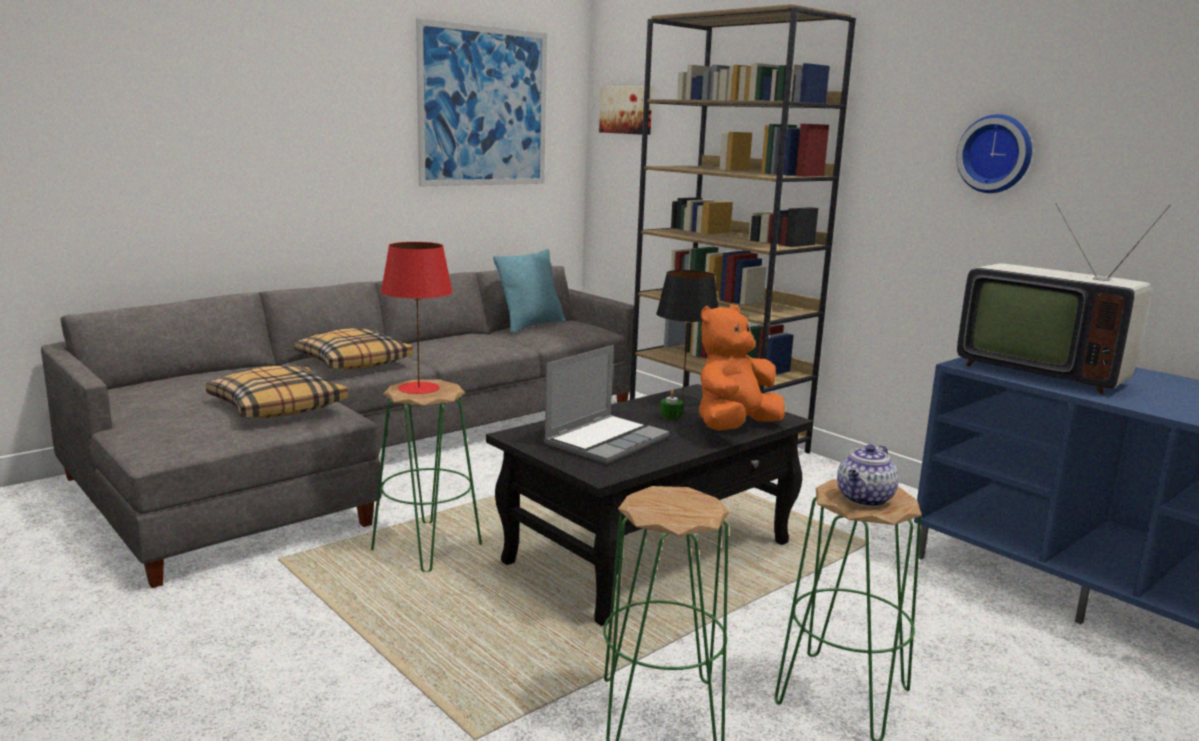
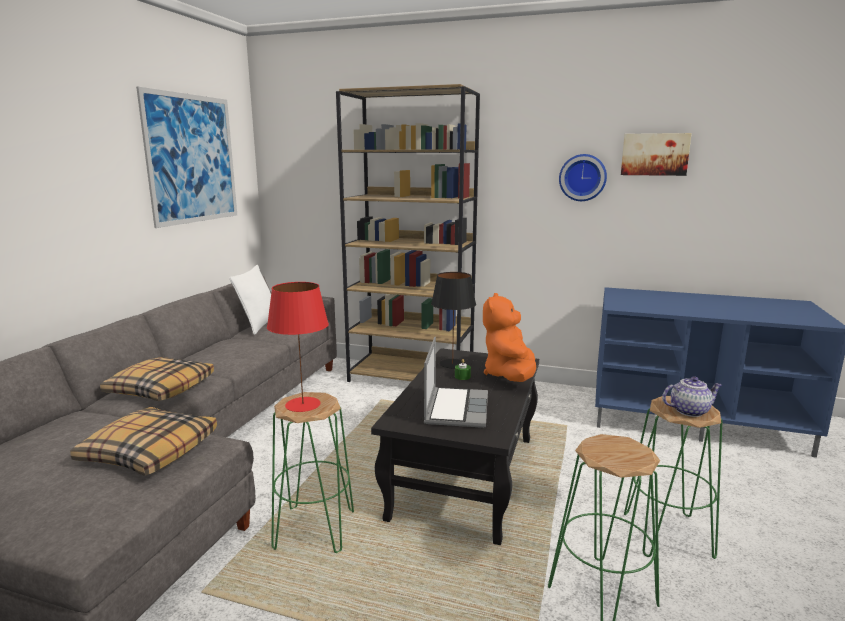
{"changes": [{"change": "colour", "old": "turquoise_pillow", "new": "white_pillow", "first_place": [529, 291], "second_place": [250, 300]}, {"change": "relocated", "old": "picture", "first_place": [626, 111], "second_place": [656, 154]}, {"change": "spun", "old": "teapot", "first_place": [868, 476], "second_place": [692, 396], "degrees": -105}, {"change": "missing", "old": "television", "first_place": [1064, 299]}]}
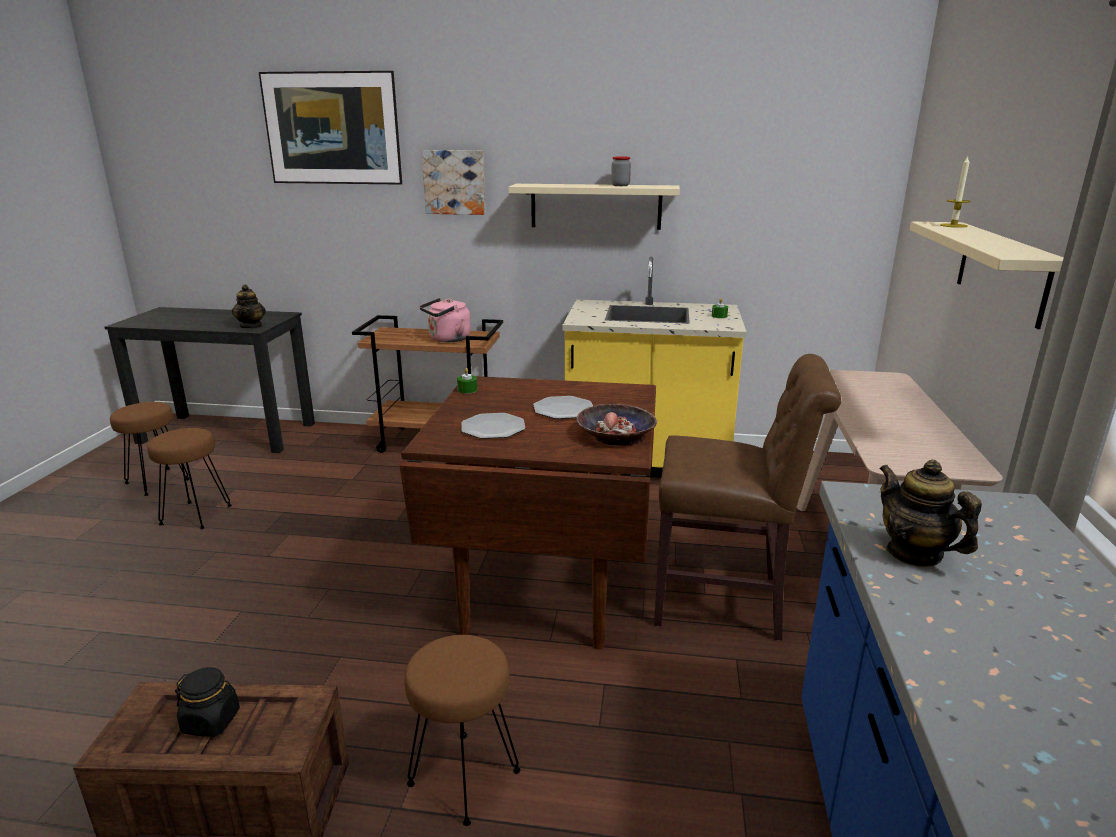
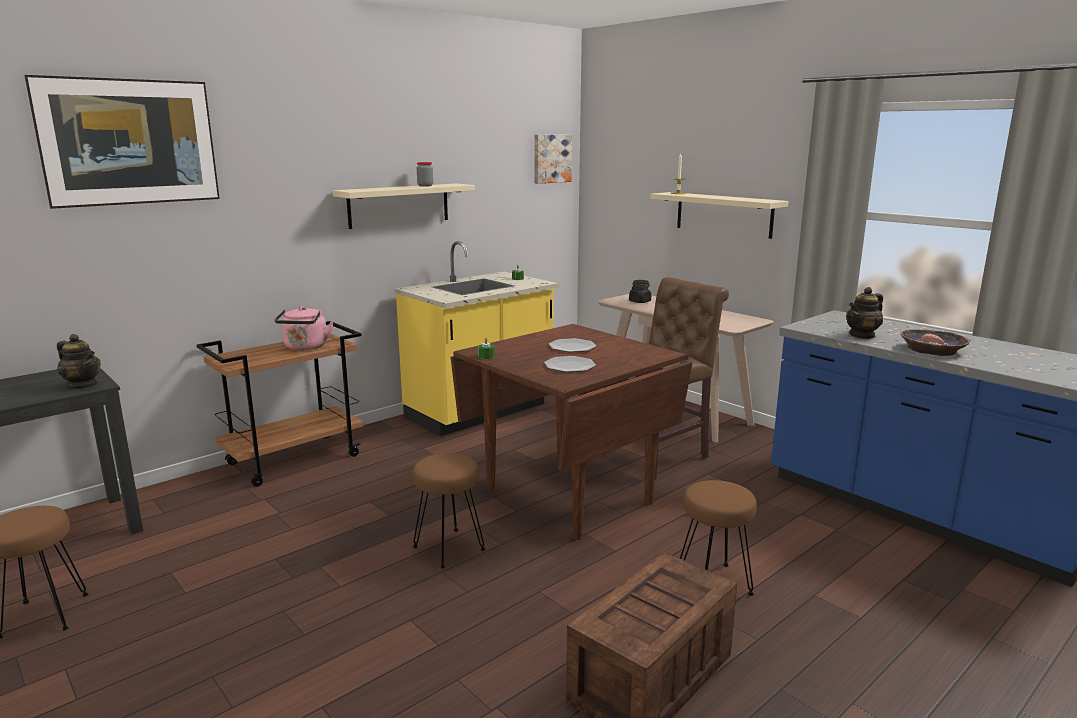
{"changes": [{"change": "relocated", "old": "brown_stool", "first_place": [189, 478], "second_place": [449, 510]}, {"change": "relocated", "old": "black_jar", "first_place": [207, 702], "second_place": [640, 291]}, {"change": "relocated", "old": "picture", "first_place": [453, 182], "second_place": [553, 159]}, {"change": "relocated", "old": "bowl", "first_place": [617, 425], "second_place": [935, 342]}, {"change": "spun", "old": "teapot", "first_place": [930, 513], "second_place": [864, 313], "degrees": -45}]}
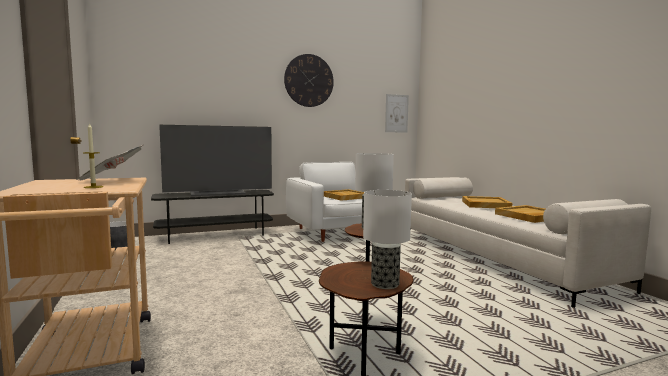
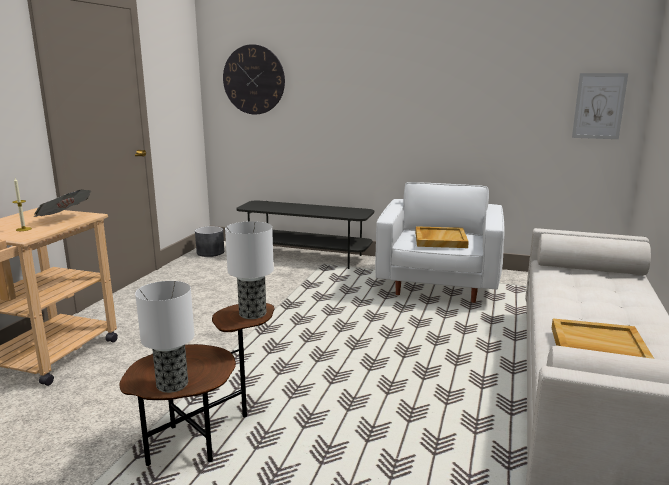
{"changes": [{"change": "missing", "old": "television", "first_place": [215, 160]}, {"change": "relocated", "old": "wall_clock", "first_place": [309, 80], "second_place": [254, 79]}, {"change": "missing", "old": "beige_tray", "first_place": [487, 202]}]}
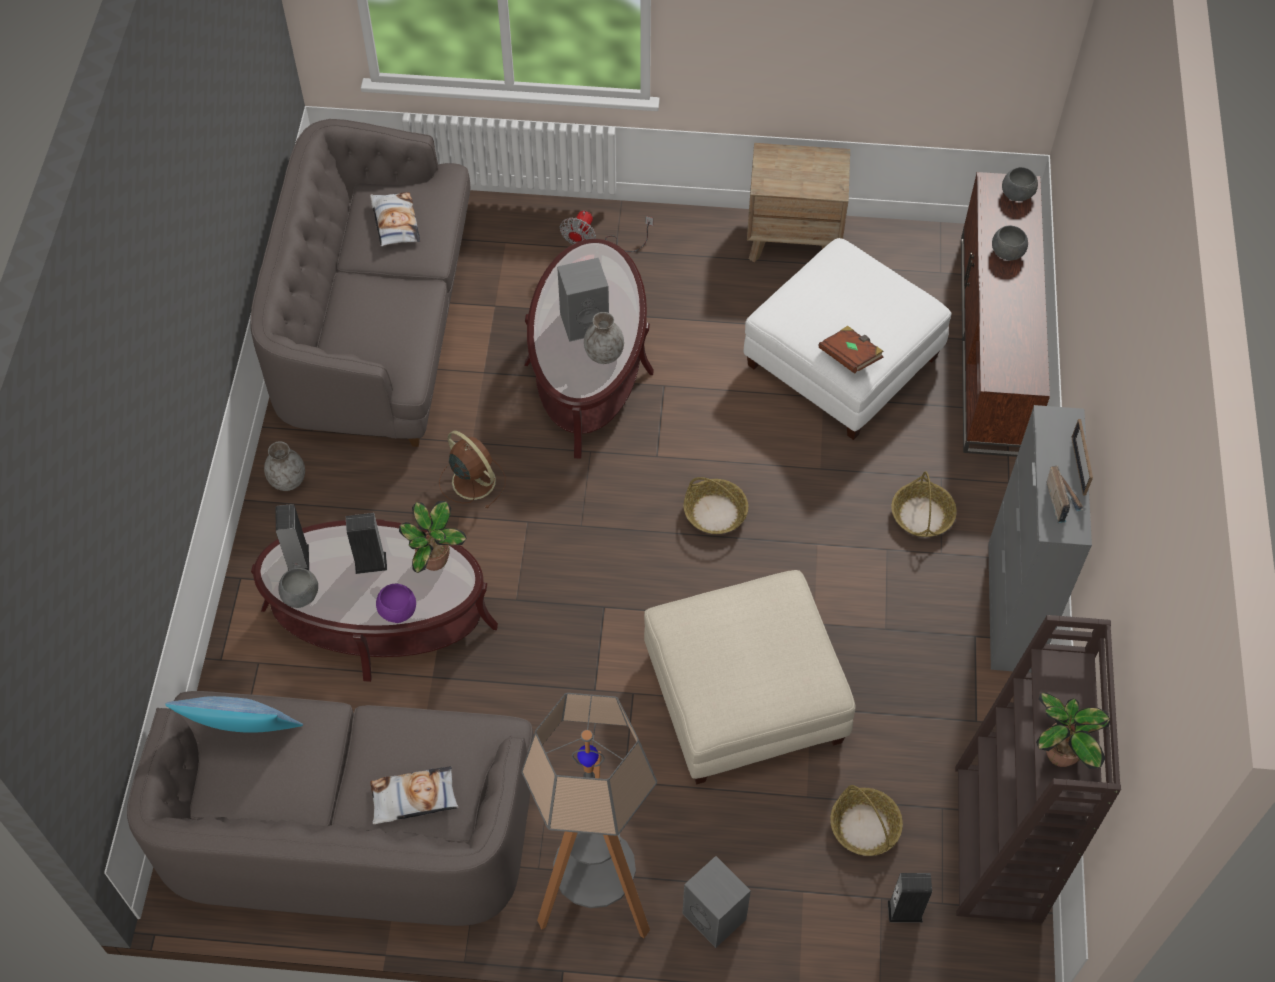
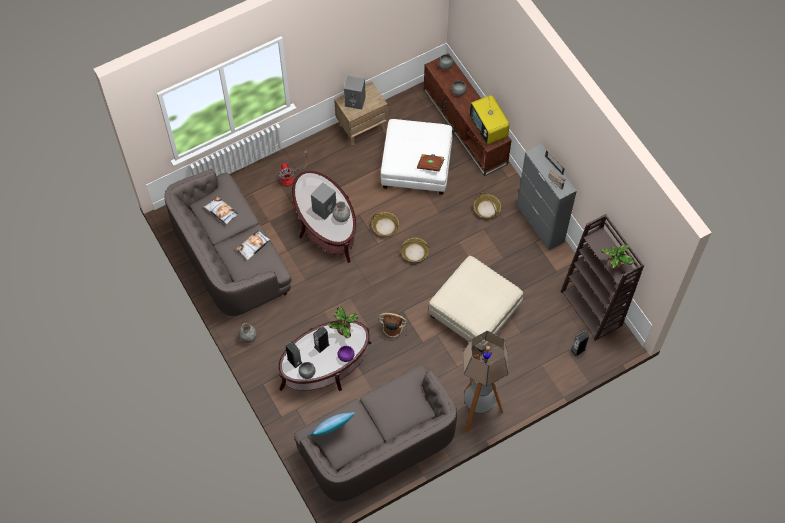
{"changes": [{"change": "relocated", "old": "pillow", "first_place": [414, 795], "second_place": [253, 245]}, {"change": "relocated", "old": "brown_fan", "first_place": [472, 470], "second_place": [392, 326]}, {"change": "relocated", "old": "grey_speaker", "first_place": [716, 902], "second_place": [355, 93]}, {"change": "relocated", "old": "basket", "first_place": [866, 820], "second_place": [385, 224]}, {"change": "appeared", "new": "television", "second_place": [490, 120]}]}
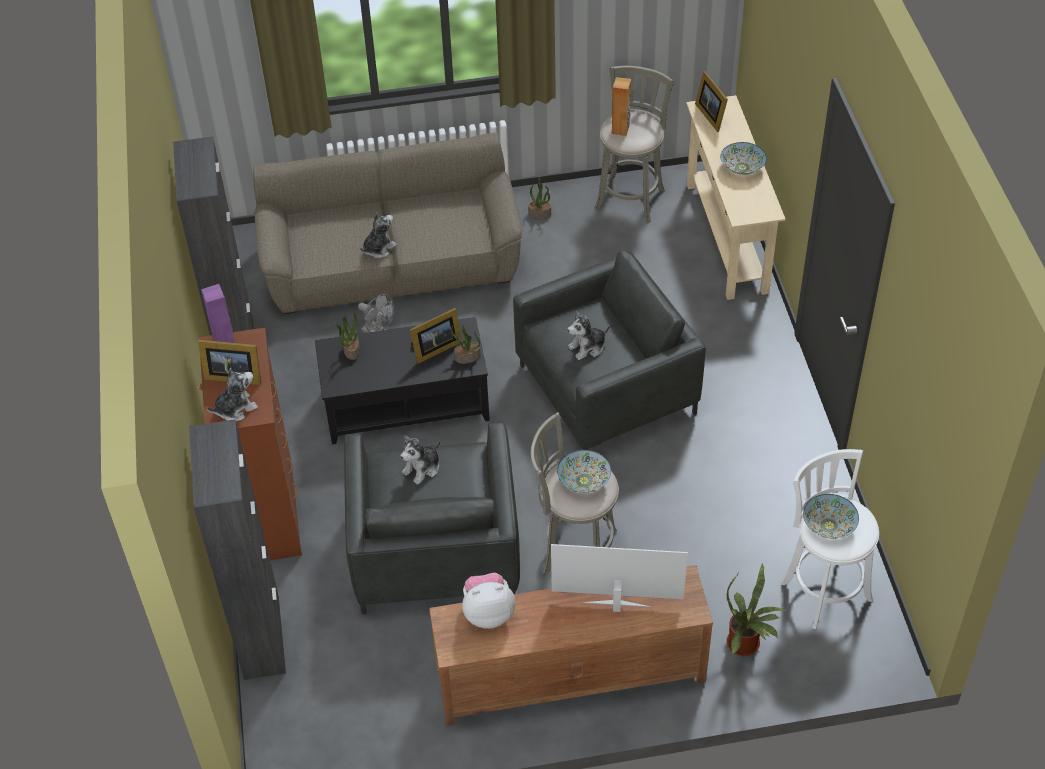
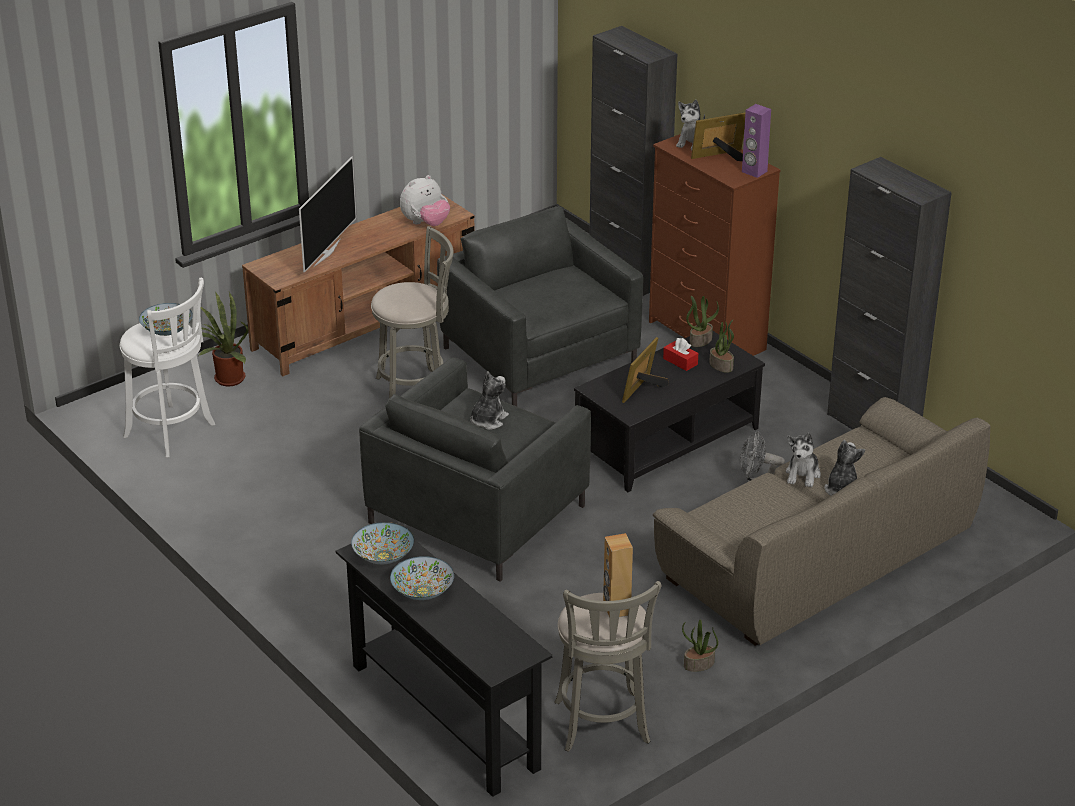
{"changes": [{"change": "relocated", "old": "plush_toy", "first_place": [420, 459], "second_place": [844, 468]}, {"change": "relocated", "old": "potted_plant", "first_place": [465, 344], "second_place": [702, 321]}, {"change": "spun", "old": "television", "first_place": [619, 578], "second_place": [327, 215], "degrees": -45}, {"change": "relocated", "old": "bowl", "first_place": [584, 471], "second_place": [382, 543]}, {"change": "colour", "old": "beige_console_table", "new": "black_console_table", "first_place": [736, 197], "second_place": [444, 668]}, {"change": "missing", "old": "picture_frame", "first_place": [711, 101]}, {"change": "appeared", "new": "red_tissue_box", "second_place": [680, 354]}]}
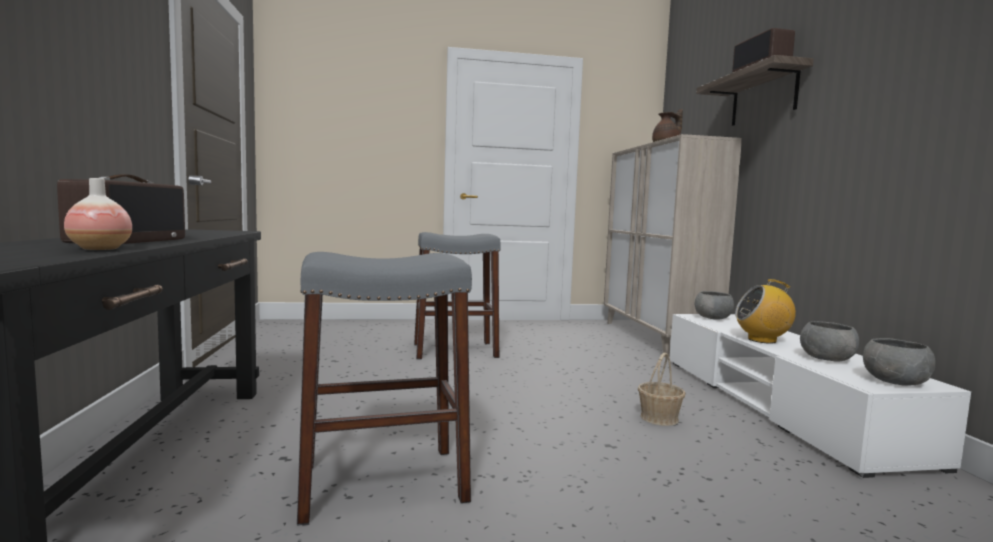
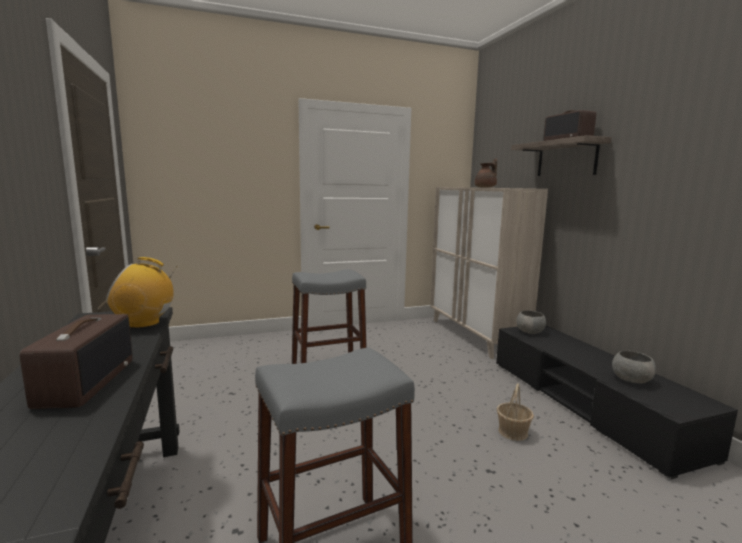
{"changes": [{"change": "missing", "old": "vase", "first_place": [98, 214]}, {"change": "colour", "old": "white_tv_stand", "new": "black_tv_stand", "first_place": [820, 396], "second_place": [617, 402]}, {"change": "relocated", "old": "radio", "first_place": [765, 311], "second_place": [141, 292]}, {"change": "missing", "old": "grey_bowl", "first_place": [899, 362]}]}
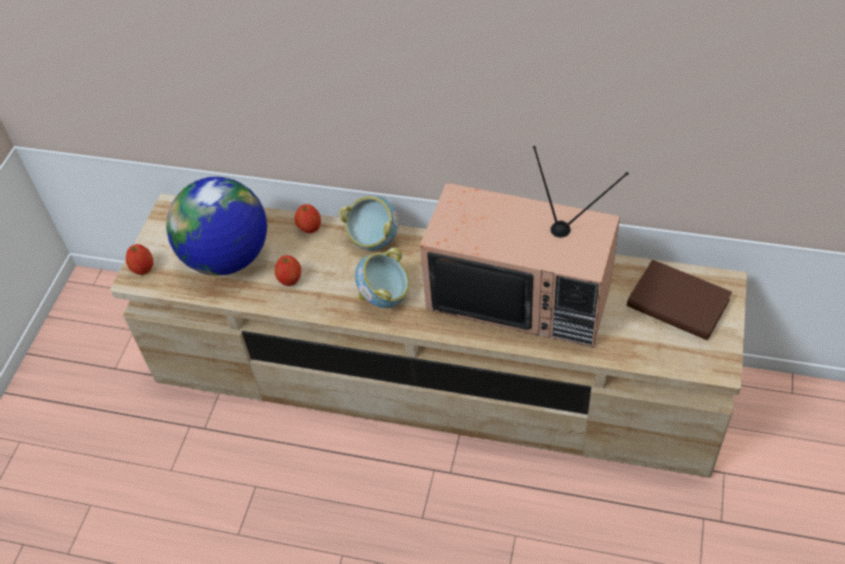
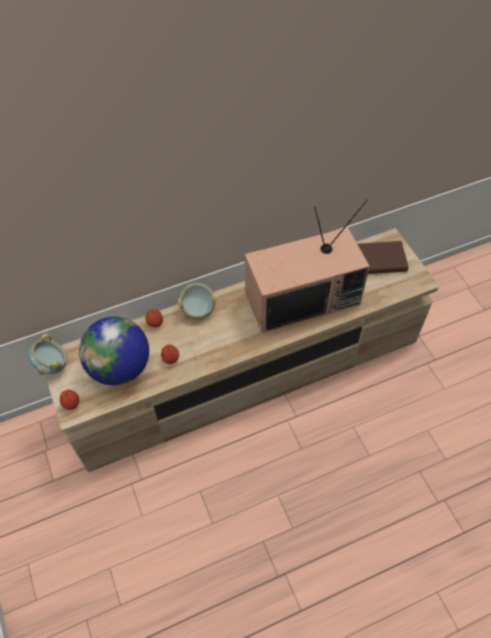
{"changes": [{"change": "relocated", "old": "bowl", "first_place": [382, 278], "second_place": [47, 354]}]}
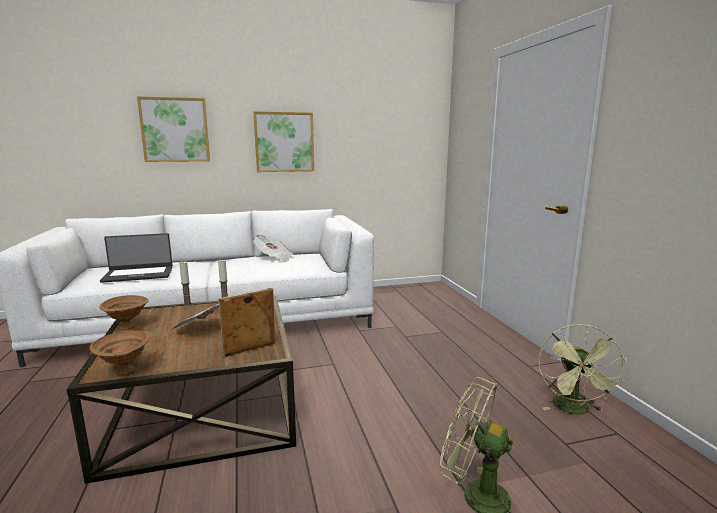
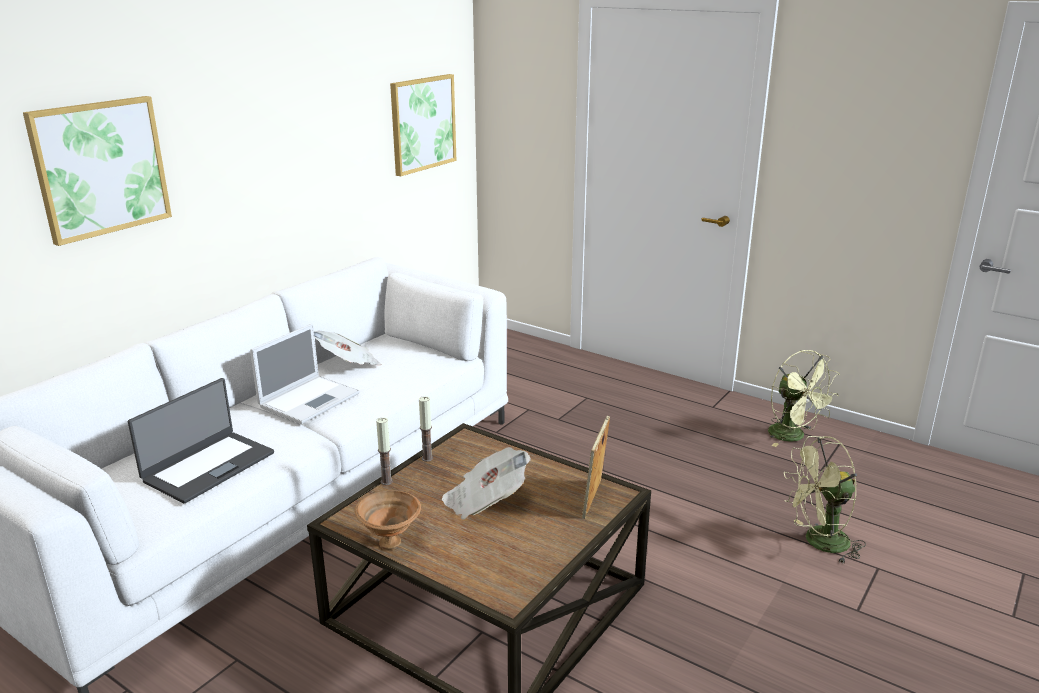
{"changes": [{"change": "missing", "old": "brown_bowl", "first_place": [120, 353]}, {"change": "relocated", "old": "picture", "first_place": [284, 141], "second_place": [423, 125]}, {"change": "appeared", "new": "laptop", "second_place": [305, 374]}]}
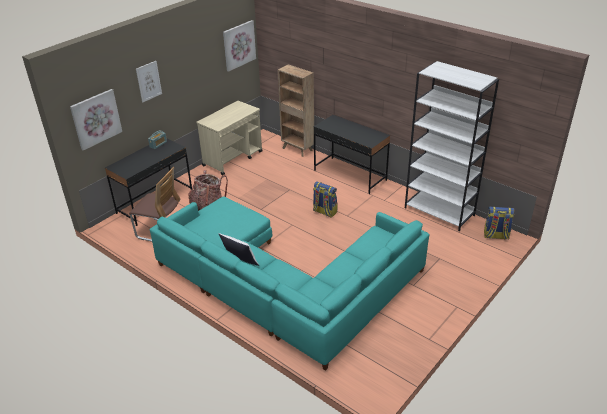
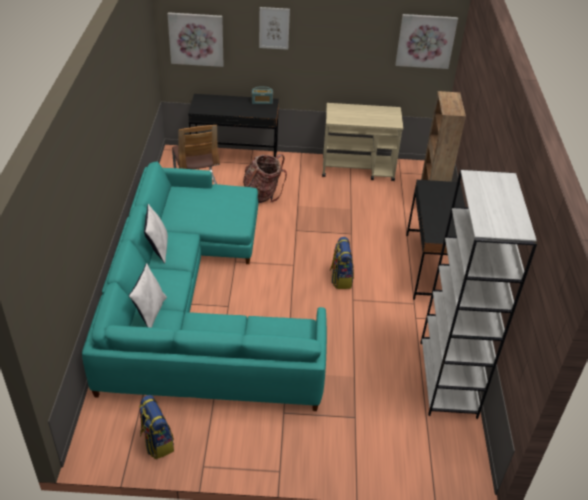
{"changes": [{"change": "relocated", "old": "backpack", "first_place": [499, 223], "second_place": [156, 427]}, {"change": "appeared", "new": "white_pillow", "second_place": [148, 295]}]}
